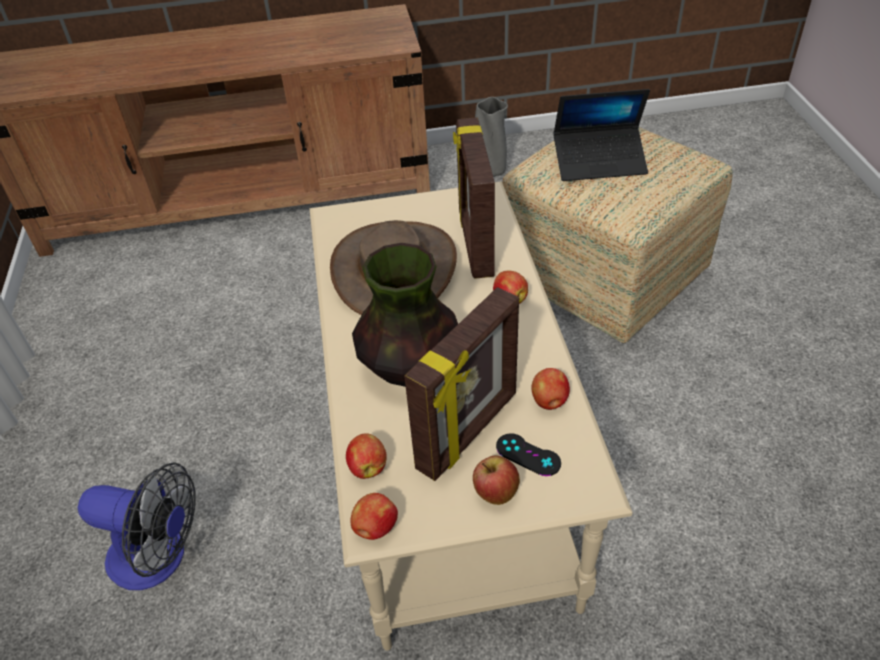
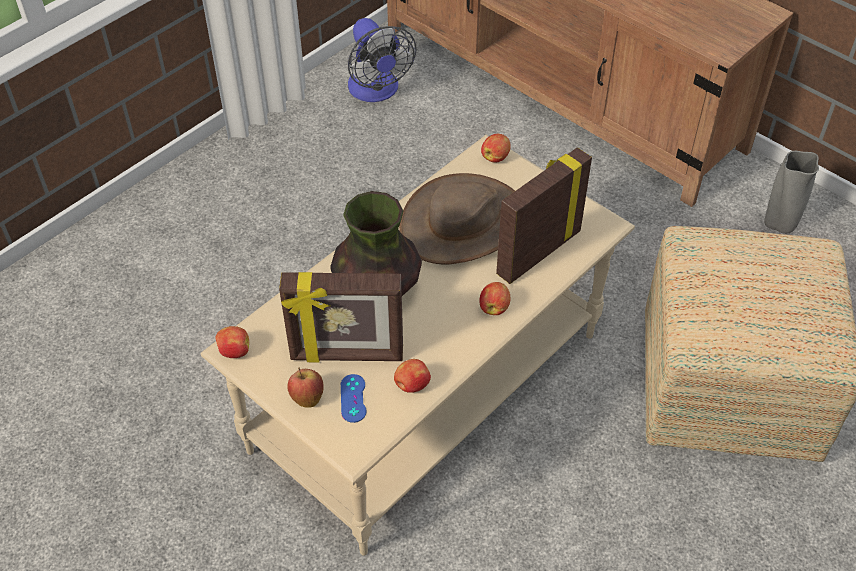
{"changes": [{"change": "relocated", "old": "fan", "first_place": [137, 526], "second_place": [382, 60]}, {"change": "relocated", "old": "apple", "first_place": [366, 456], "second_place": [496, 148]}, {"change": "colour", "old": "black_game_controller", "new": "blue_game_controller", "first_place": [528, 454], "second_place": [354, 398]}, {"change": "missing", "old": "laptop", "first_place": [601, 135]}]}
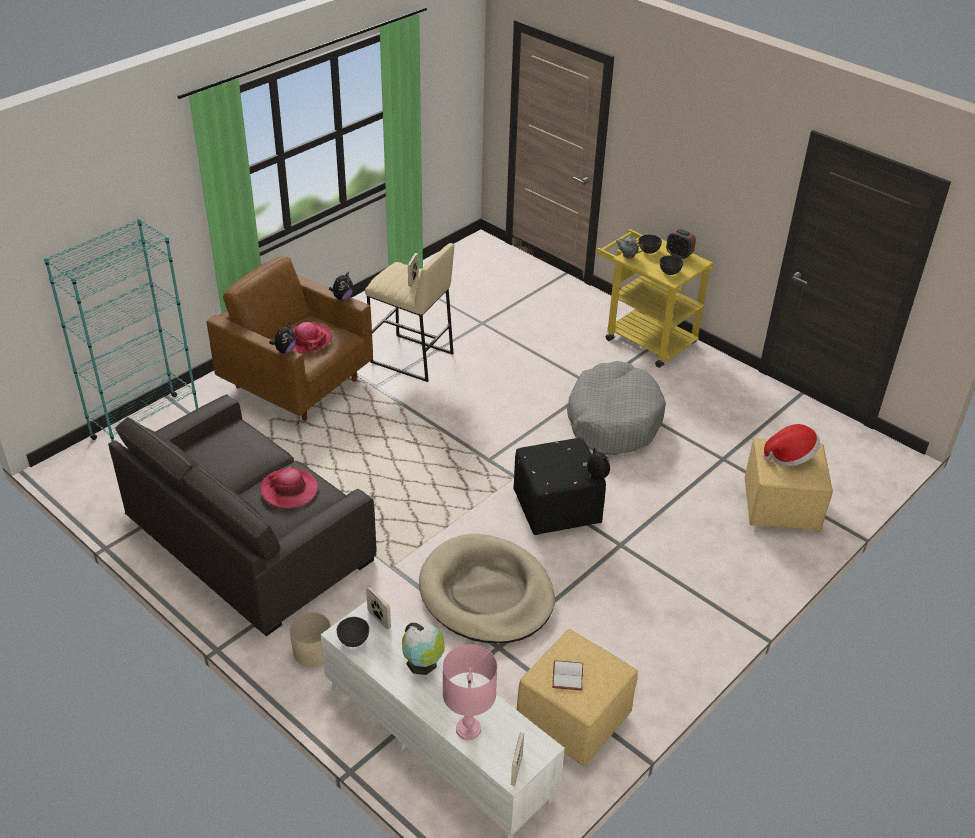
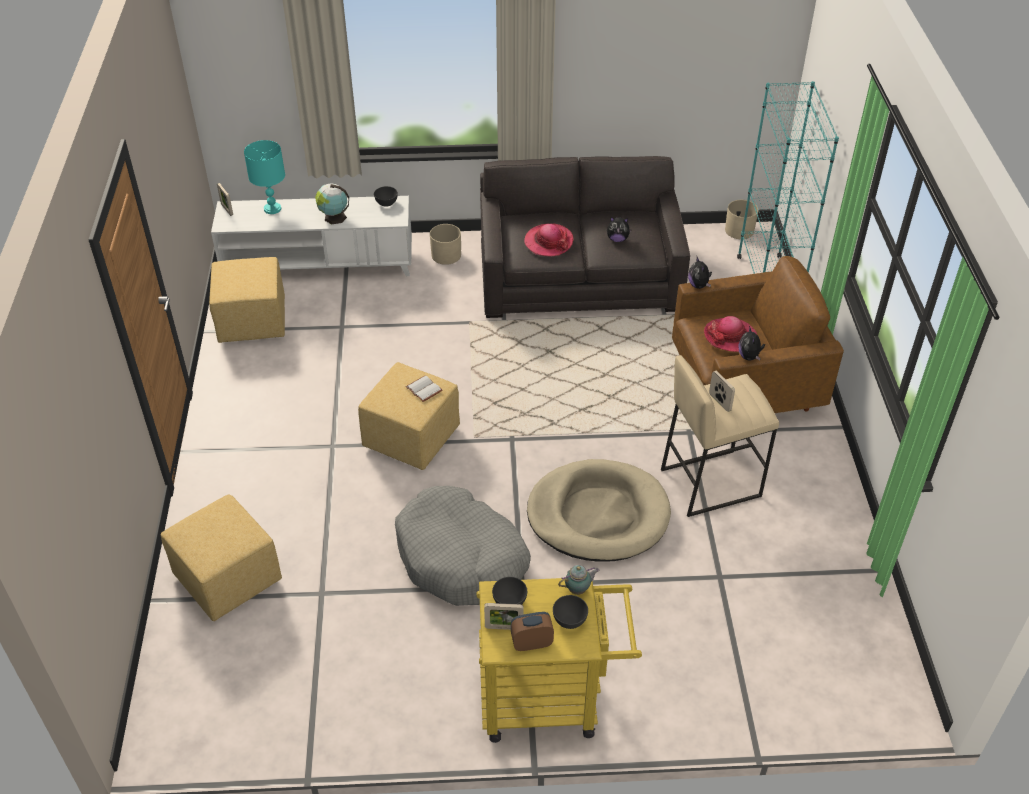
{"changes": [{"change": "relocated", "old": "picture_frame", "first_place": [378, 608], "second_place": [504, 616]}, {"change": "relocated", "old": "beige_dog_bed", "first_place": [487, 588], "second_place": [599, 510]}, {"change": "colour", "old": "pink_table_lamp", "new": "turquoise_table_lamp", "first_place": [470, 692], "second_place": [264, 177]}, {"change": "colour", "old": "black_ottoman", "new": "yellow_ottoman", "first_place": [559, 486], "second_place": [409, 416]}, {"change": "relocated", "old": "white_book", "first_place": [567, 675], "second_place": [424, 388]}, {"change": "relocated", "old": "plush_toy", "first_place": [596, 464], "second_place": [619, 229]}, {"change": "missing", "old": "hat", "first_place": [791, 445]}, {"change": "appeared", "new": "beige_planter", "second_place": [742, 219]}]}
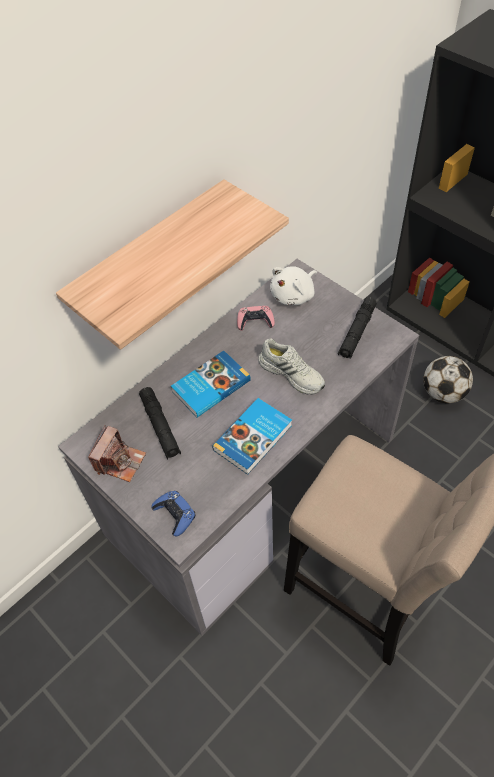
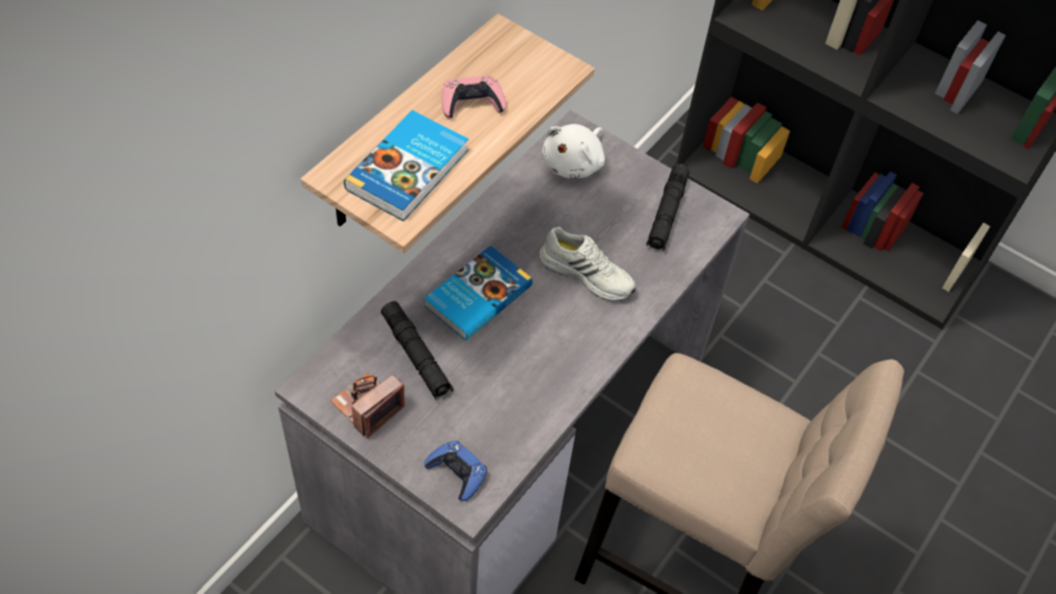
{"changes": [{"change": "spun", "old": "photo_camera", "first_place": [117, 454], "second_place": [368, 406], "degrees": -150}, {"change": "relocated", "old": "book", "first_place": [252, 436], "second_place": [406, 166]}, {"change": "relocated", "old": "pink_game_controller", "first_place": [256, 318], "second_place": [474, 97]}, {"change": "missing", "old": "football", "first_place": [448, 380]}]}
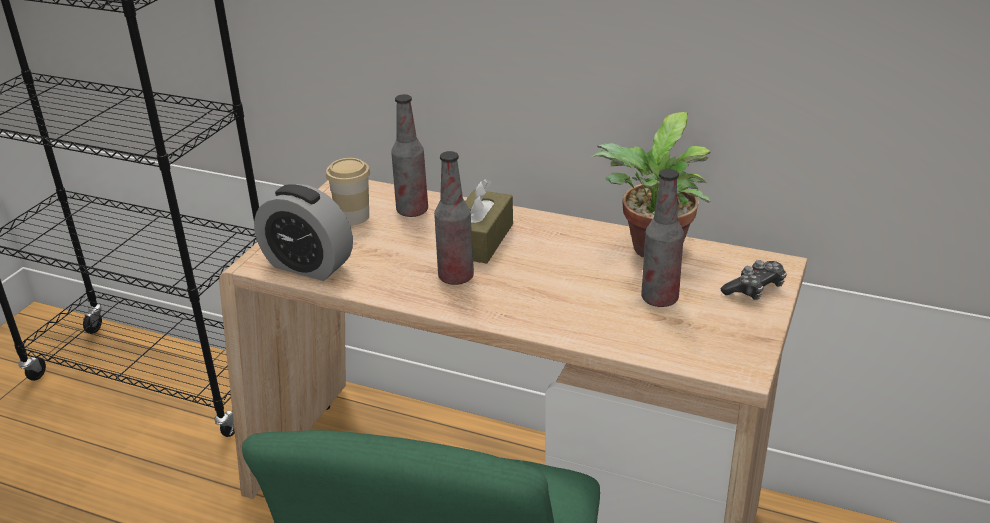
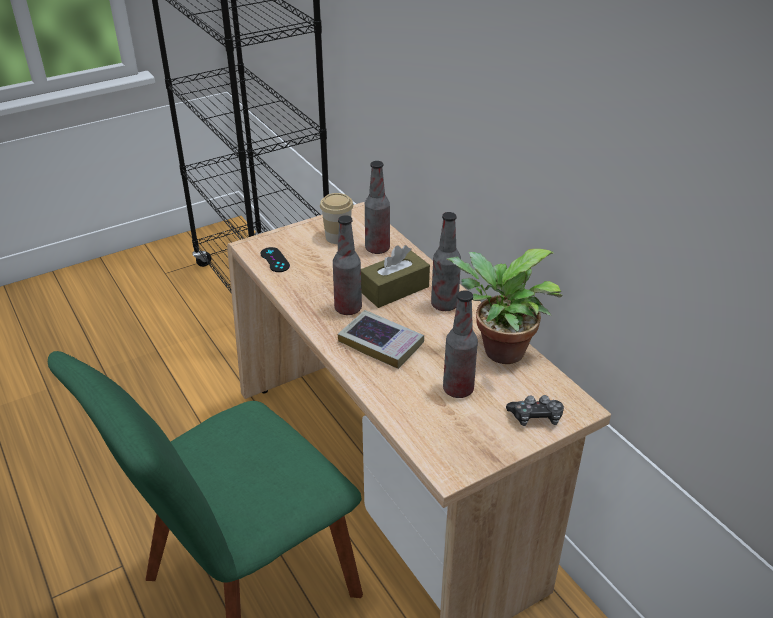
{"changes": [{"change": "exchanged", "old": "alarm_clock", "new": "black_game_controller", "first_place": [303, 232], "second_place": [275, 259]}, {"change": "appeared", "new": "book", "second_place": [381, 339]}, {"change": "appeared", "new": "bottle", "second_place": [446, 261]}]}
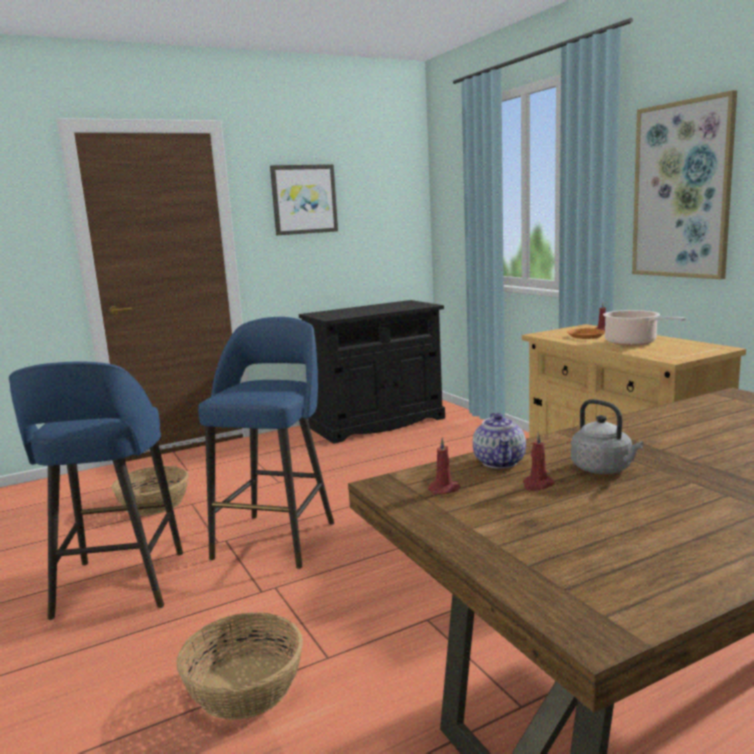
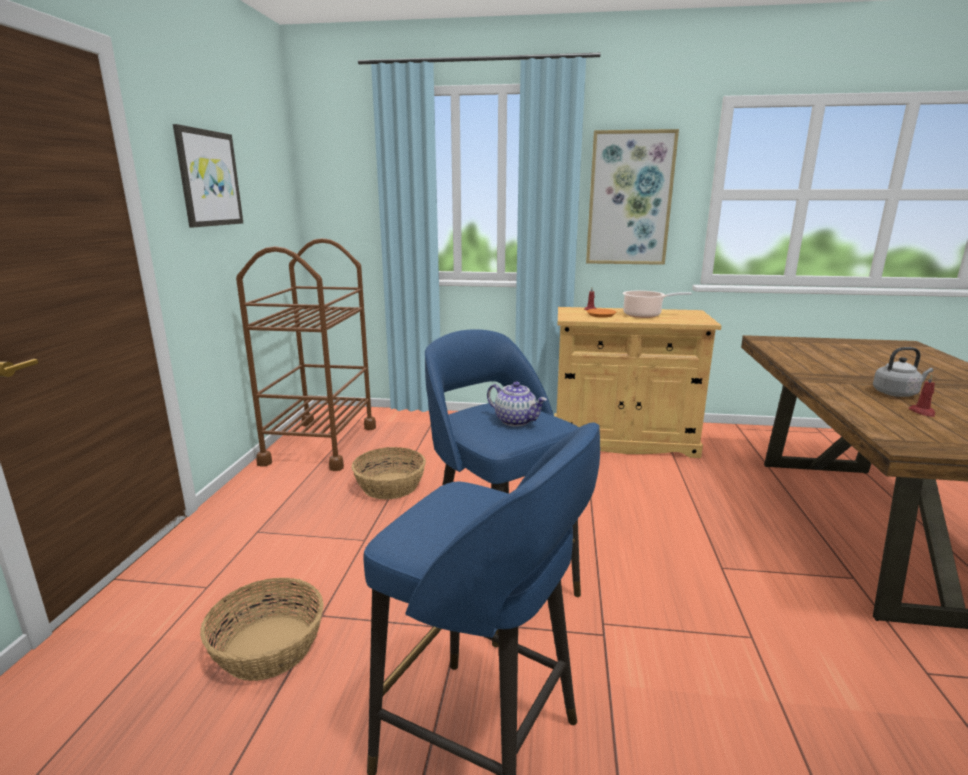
{"changes": [{"change": "relocated", "old": "basket", "first_place": [239, 666], "second_place": [389, 473]}, {"change": "exchanged", "old": "black_cabinet", "new": "brown_cart", "first_place": [372, 372], "second_place": [306, 354]}, {"change": "missing", "old": "red_candle", "first_place": [444, 465]}, {"change": "relocated", "old": "teapot", "first_place": [499, 440], "second_place": [517, 404]}]}
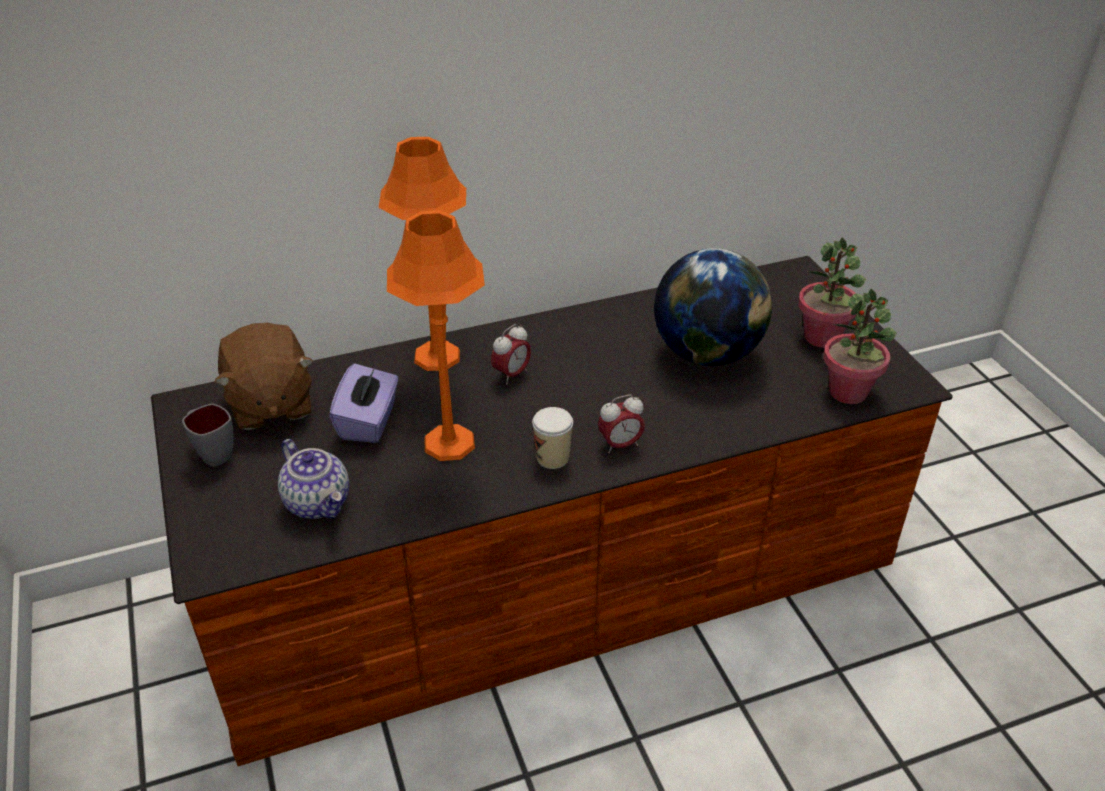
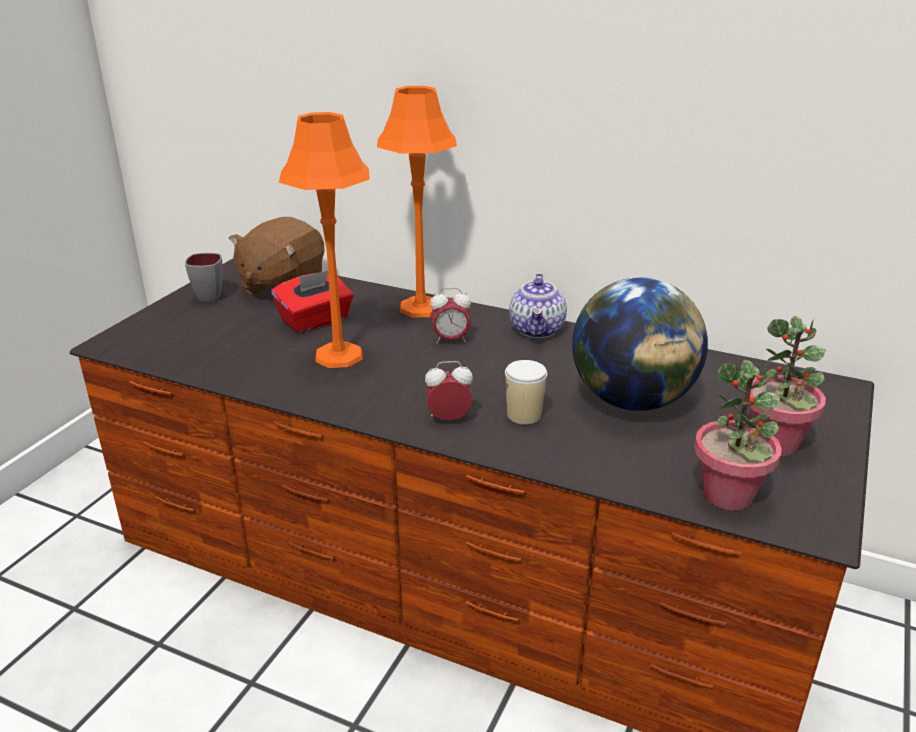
{"changes": [{"change": "relocated", "old": "teapot", "first_place": [313, 479], "second_place": [538, 305]}, {"change": "colour", "old": "purple_tissue_box", "new": "red_tissue_box", "first_place": [364, 403], "second_place": [312, 301]}, {"change": "relocated", "old": "cup", "first_place": [552, 438], "second_place": [526, 392]}, {"change": "spun", "old": "alarm_clock", "first_place": [621, 424], "second_place": [449, 390], "degrees": 150}]}
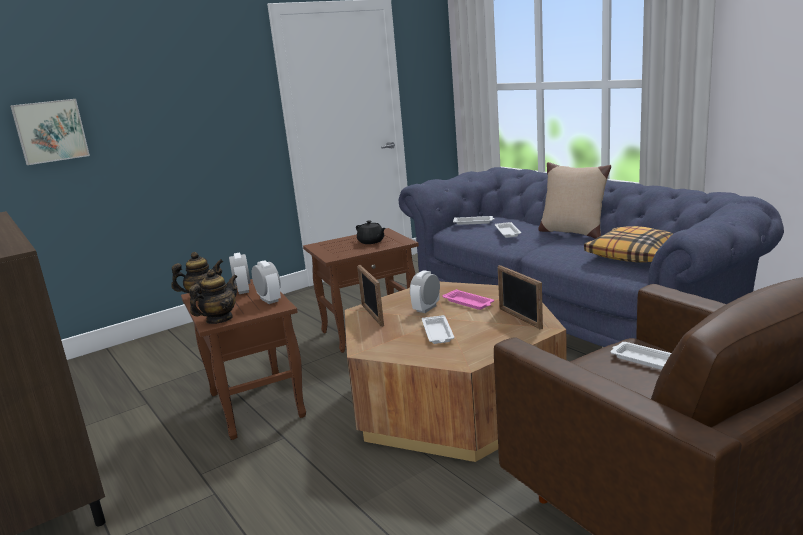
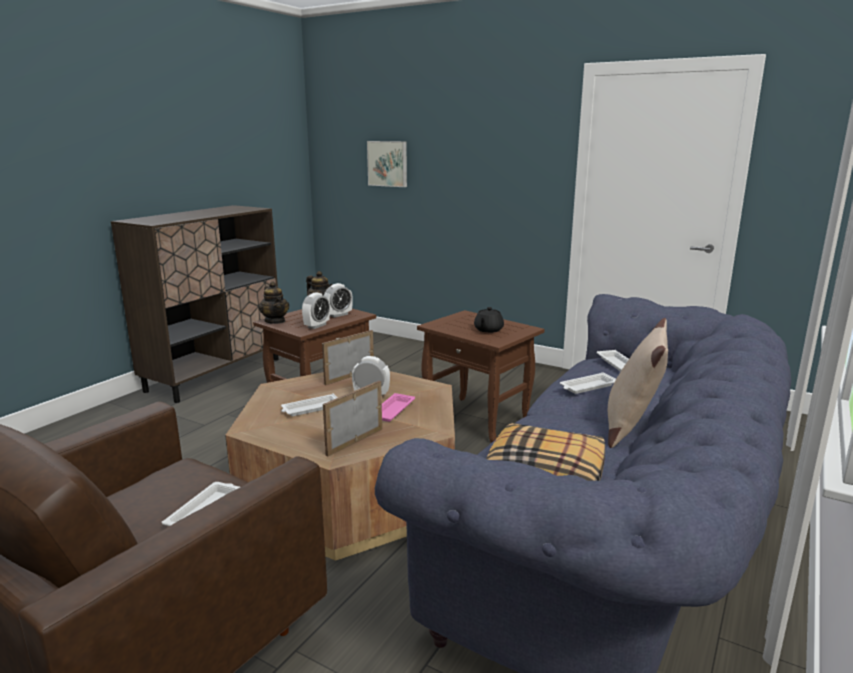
{"changes": [{"change": "spun", "old": "teapot", "first_place": [213, 296], "second_place": [274, 303], "degrees": 45}]}
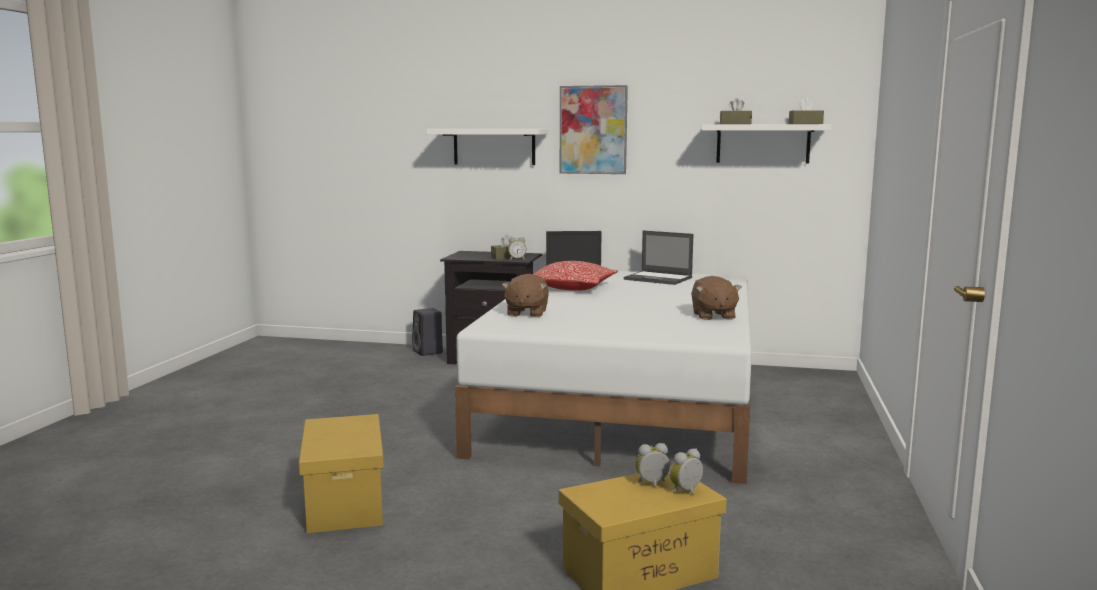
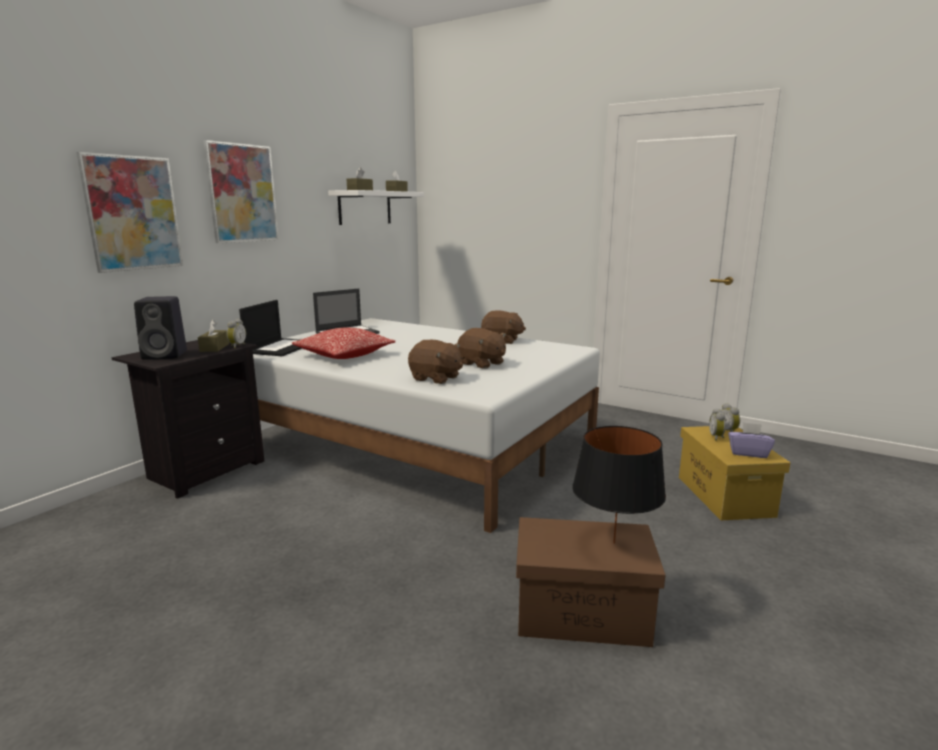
{"changes": [{"change": "colour", "old": "yellow_storage_box", "new": "brown_storage_box", "first_place": [341, 473], "second_place": [590, 582]}, {"change": "relocated", "old": "black_speaker", "first_place": [427, 332], "second_place": [160, 328]}, {"change": "exchanged", "old": "white_shelf", "new": "picture", "first_place": [487, 147], "second_place": [130, 212]}, {"change": "appeared", "new": "brown_plush_toy", "second_place": [481, 348]}, {"change": "appeared", "new": "black_table_lamp", "second_place": [619, 485]}, {"change": "appeared", "new": "purple_tissue_box", "second_place": [751, 440]}]}
